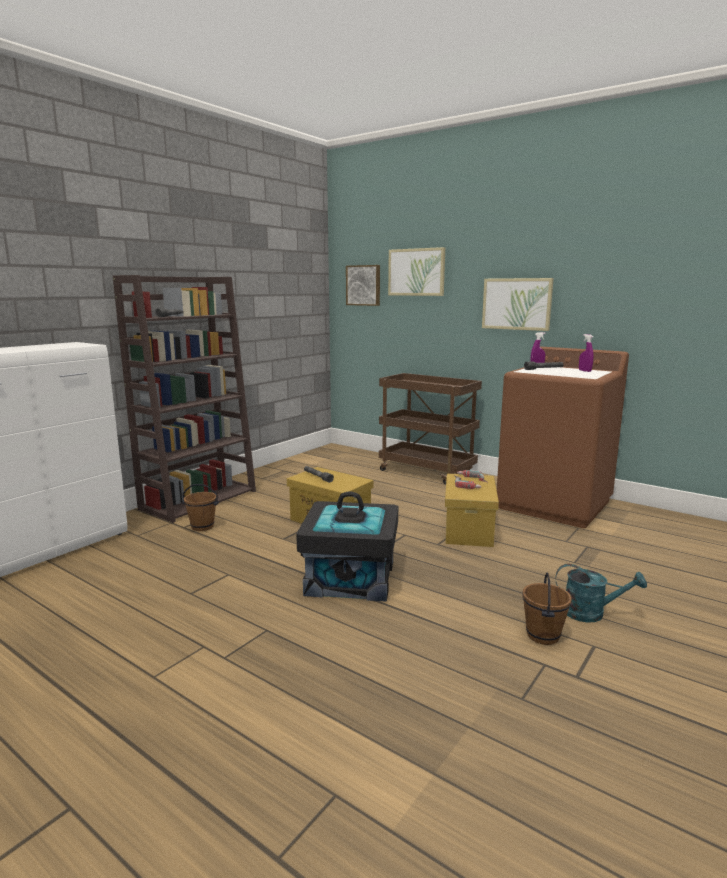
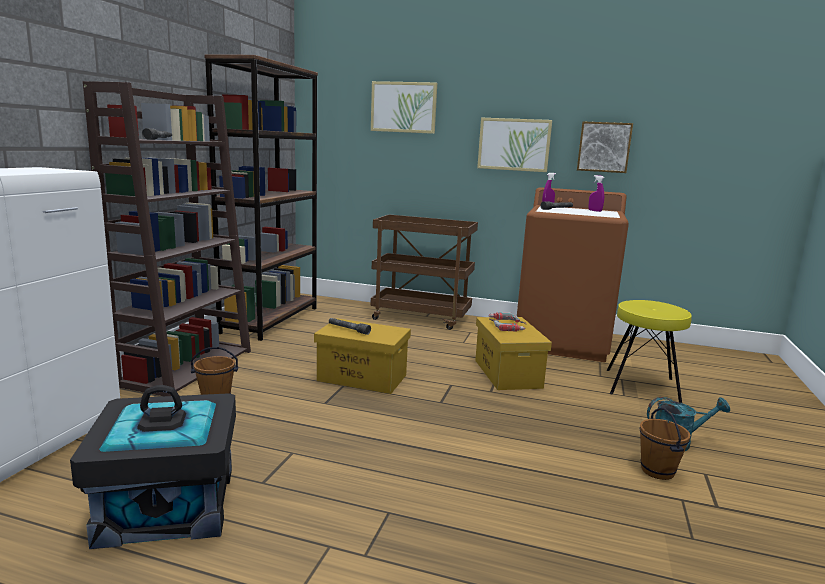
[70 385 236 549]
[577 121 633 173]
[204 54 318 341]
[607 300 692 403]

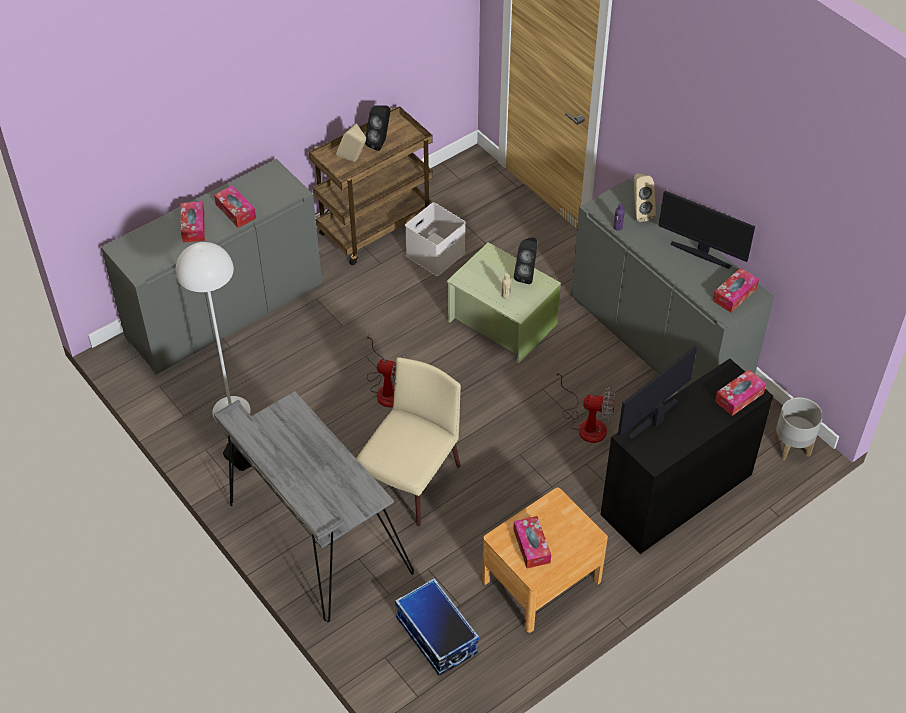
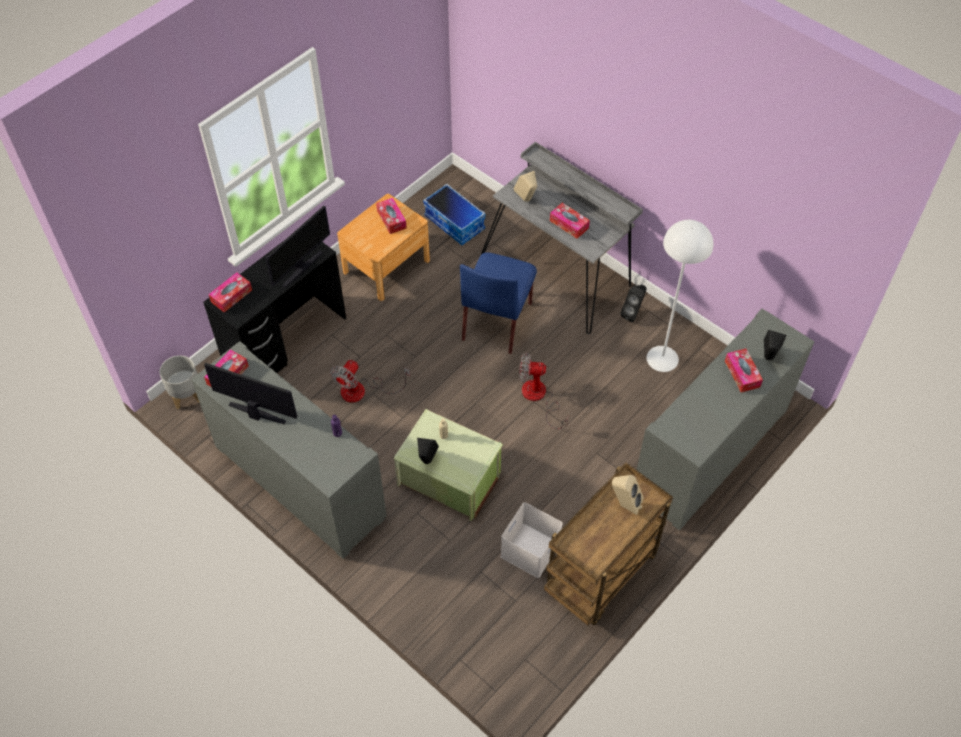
[550 203 590 239]
[460 252 537 354]
[764 330 786 360]
[330 360 410 402]
[514 171 537 202]

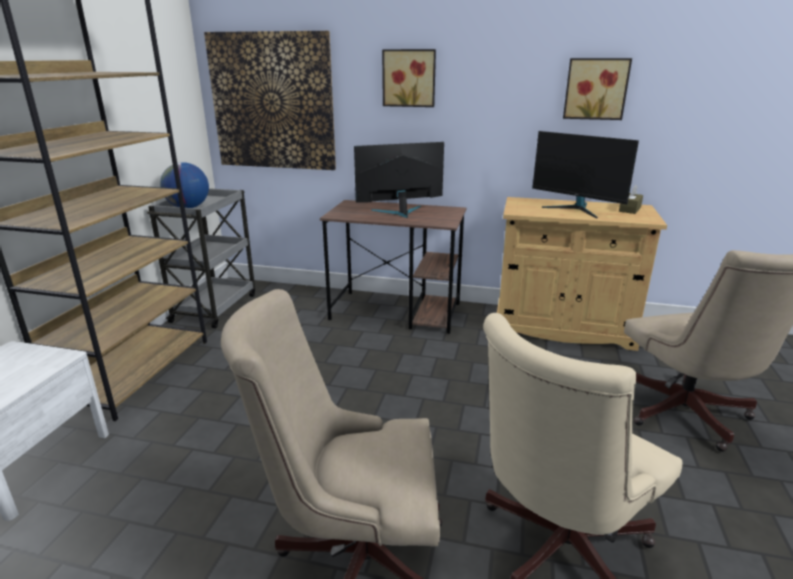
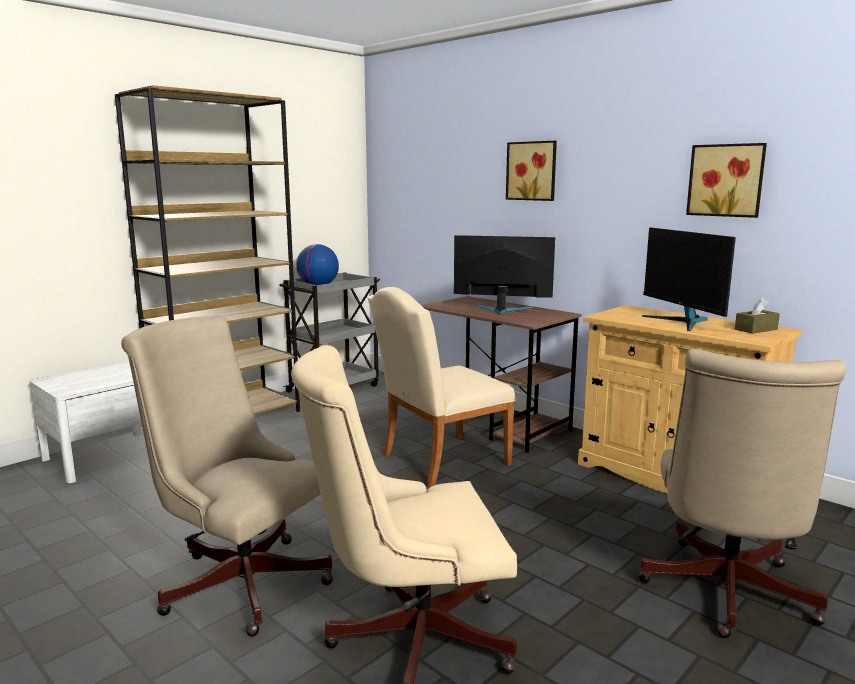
[204 31 336 170] (first image)
[368 287 515 488]

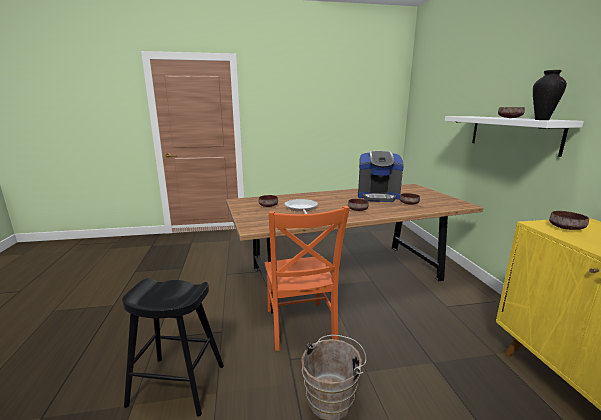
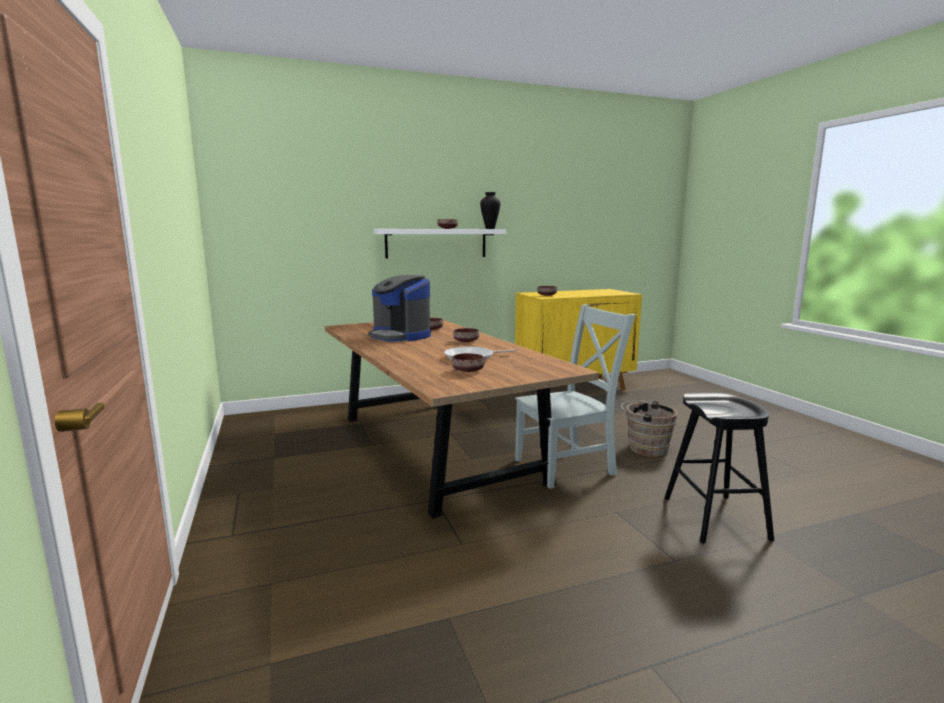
[515 304 636 489]
[368 275 431 342]

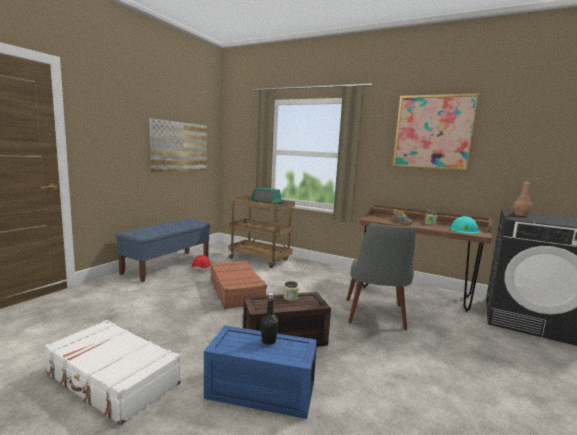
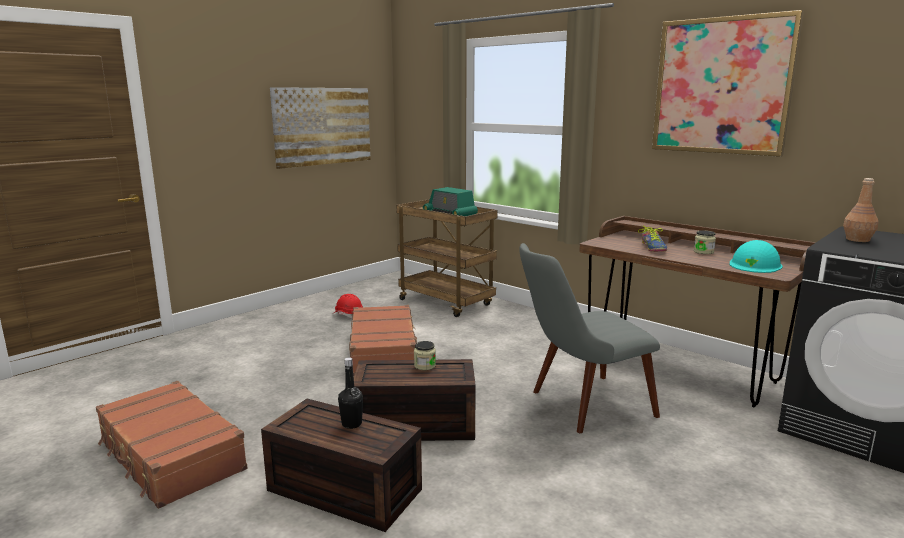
[96 381 248 509]
[115 219 210 282] (first image)
[261 399 422 532]
[519 243 660 433]

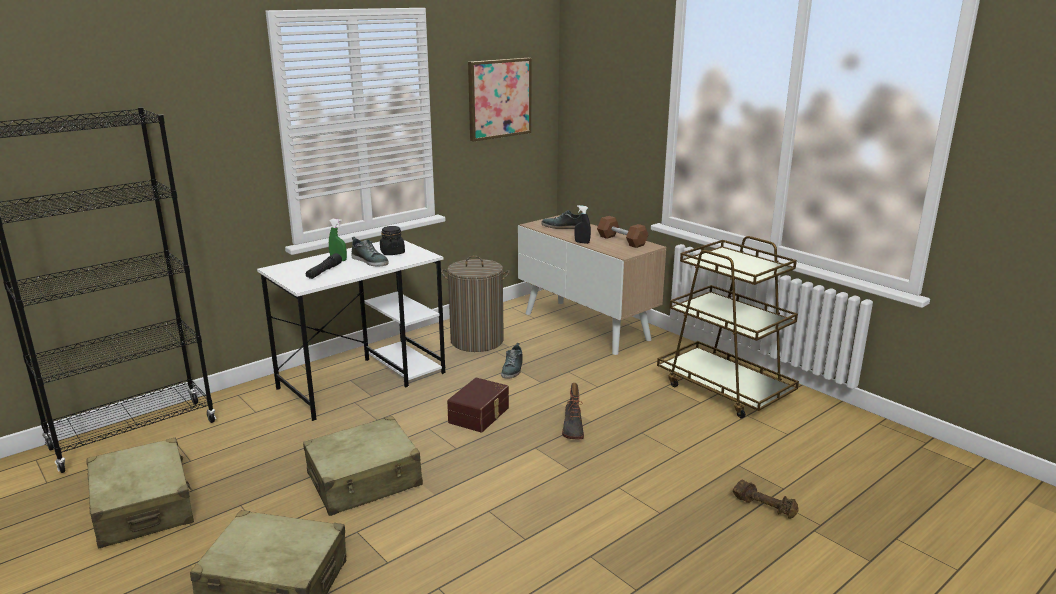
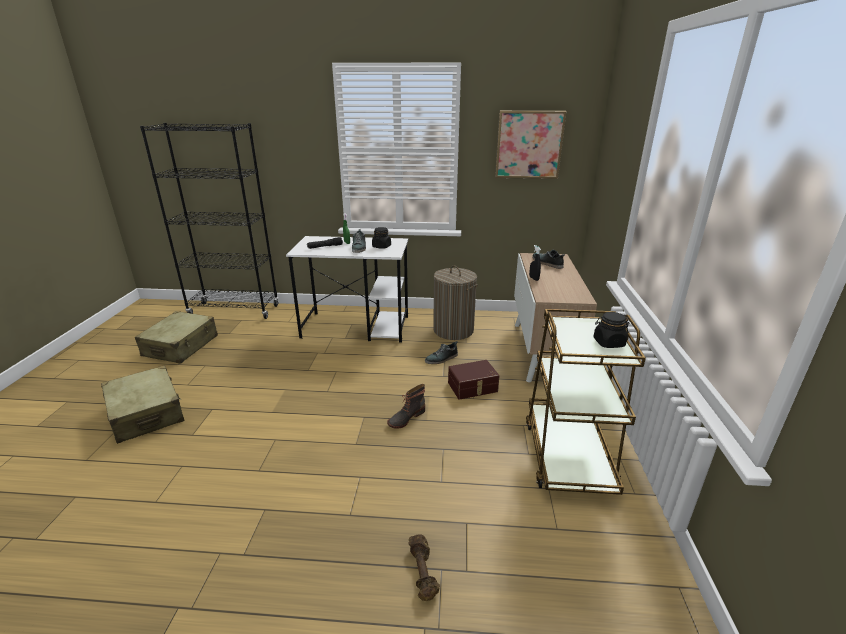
[303 416 423 516] (first image)
[448 360 500 400]
[597 216 648 248] (first image)
[593 312 629 348]

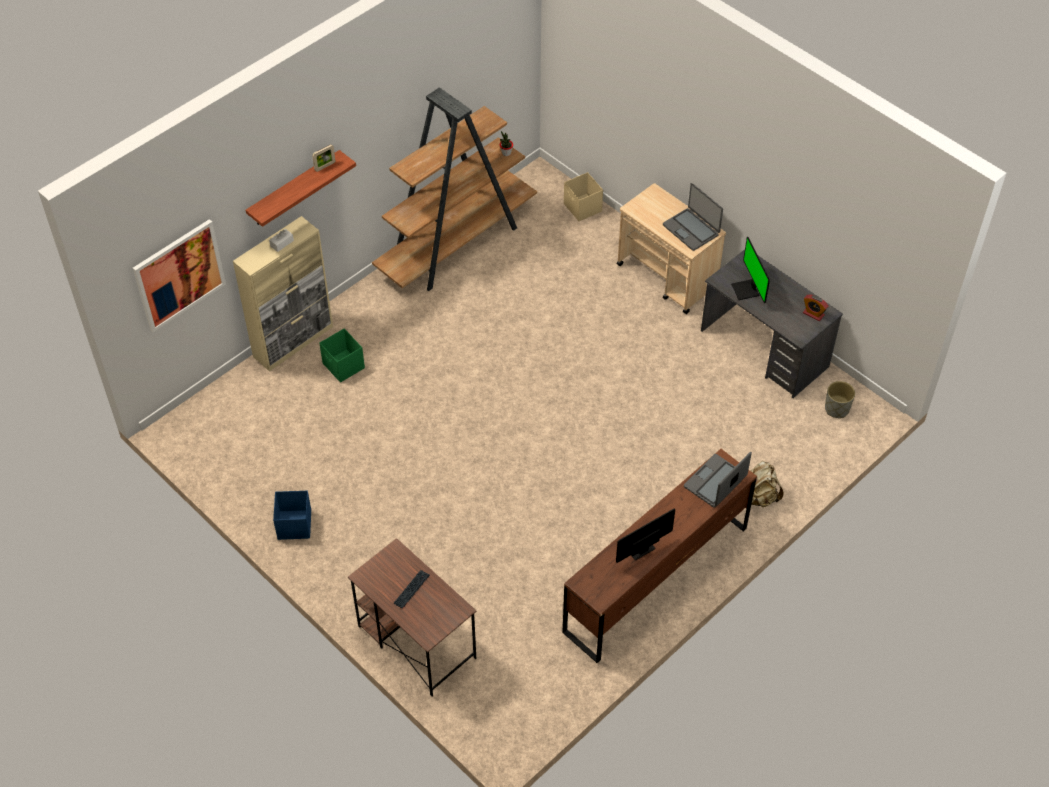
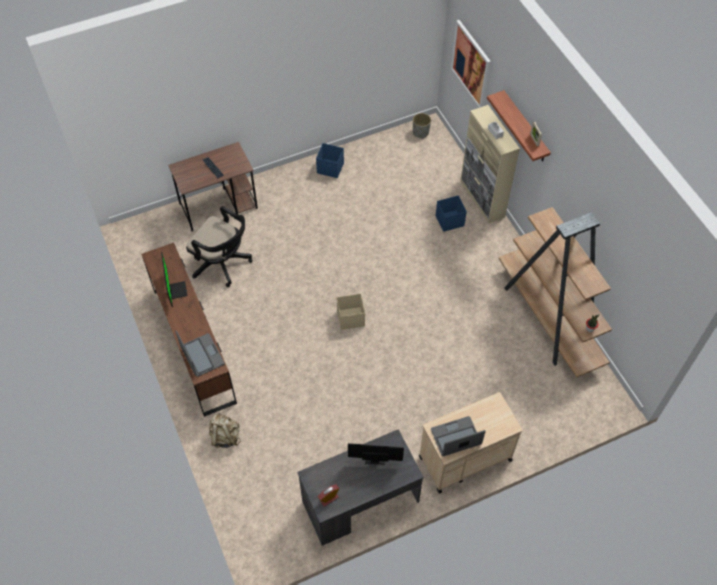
[436 195 467 232]
[337 293 365 330]
[413 113 431 138]
[186 206 252 287]

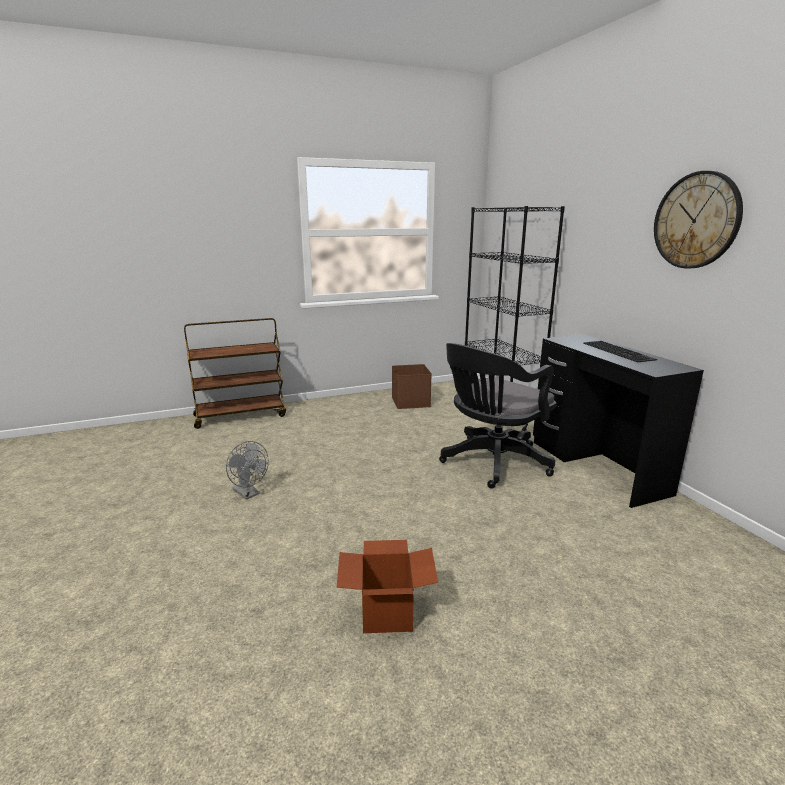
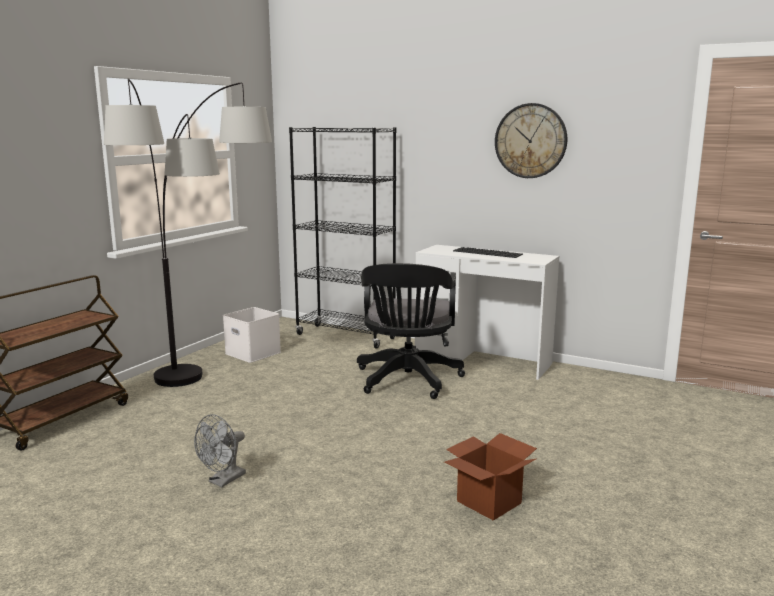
[194 414 246 487]
[223 307 281 363]
[415 245 559 380]
[104 79 272 387]

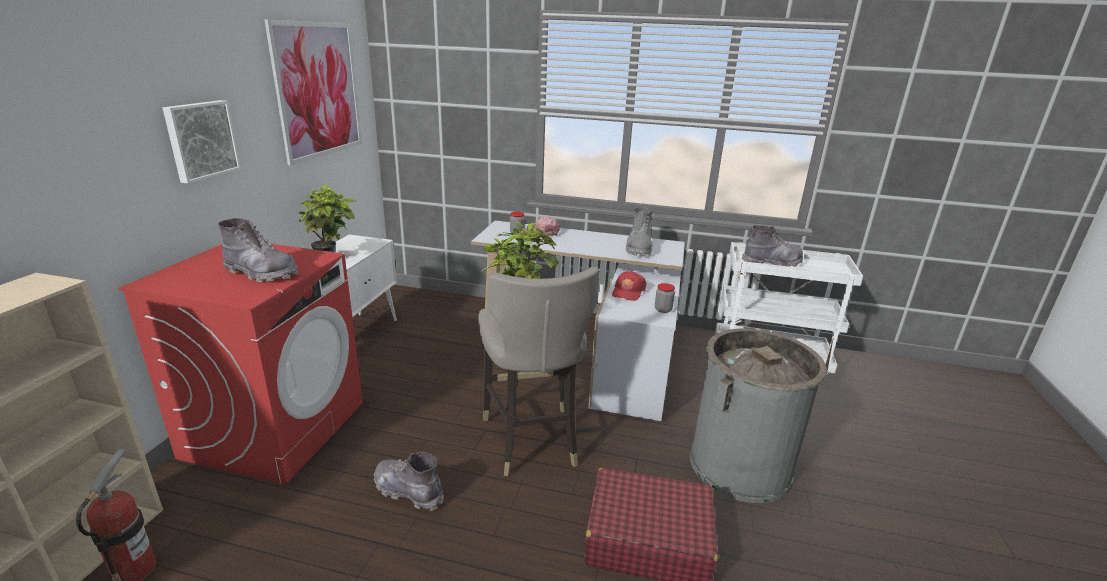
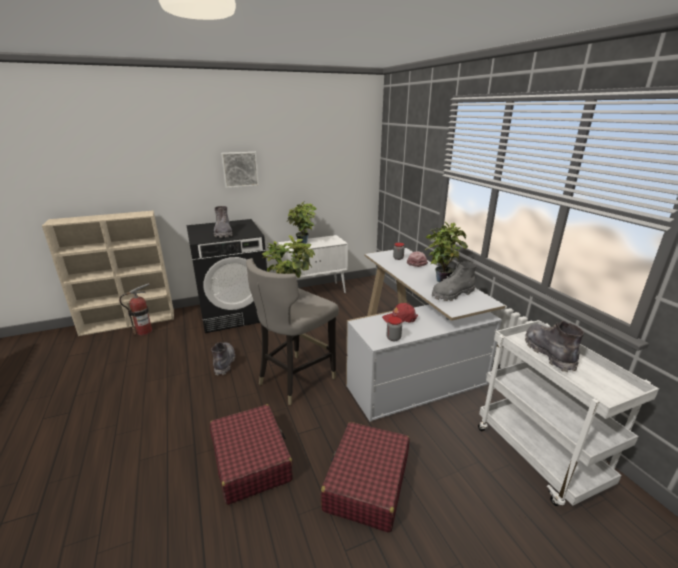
[186 219 267 333]
[264 20 362 165] (first image)
[321 422 410 533]
[525 321 584 372]
[425 222 468 282]

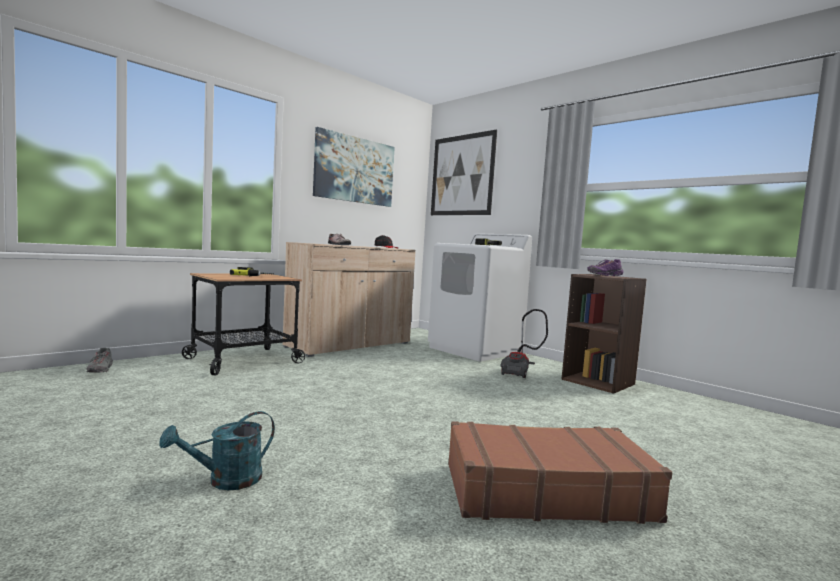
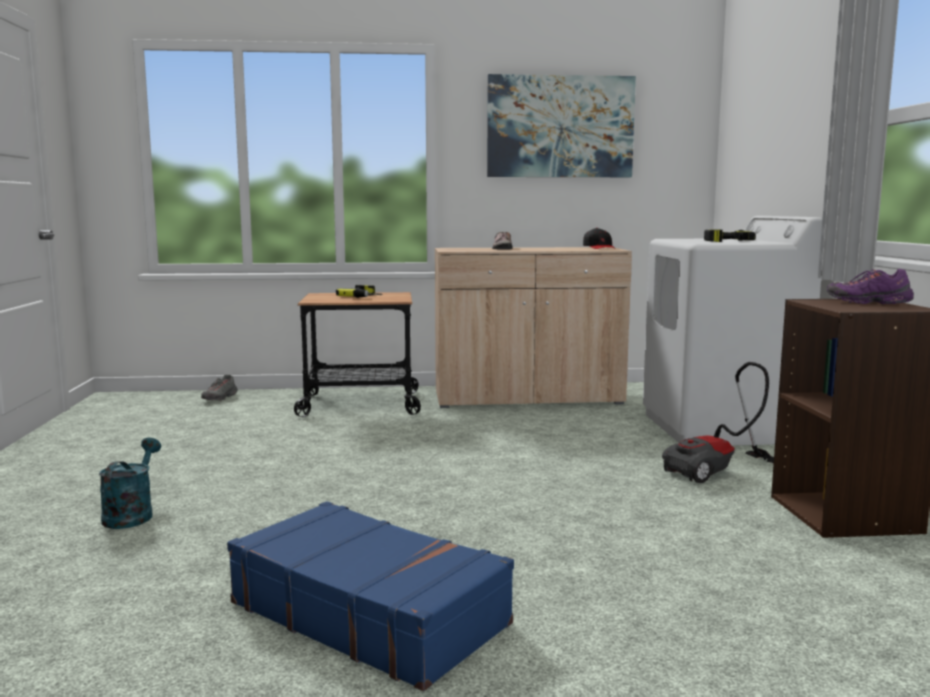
[99 437 161 529]
[431 129 497 215] (first image)
[227 501 514 691]

